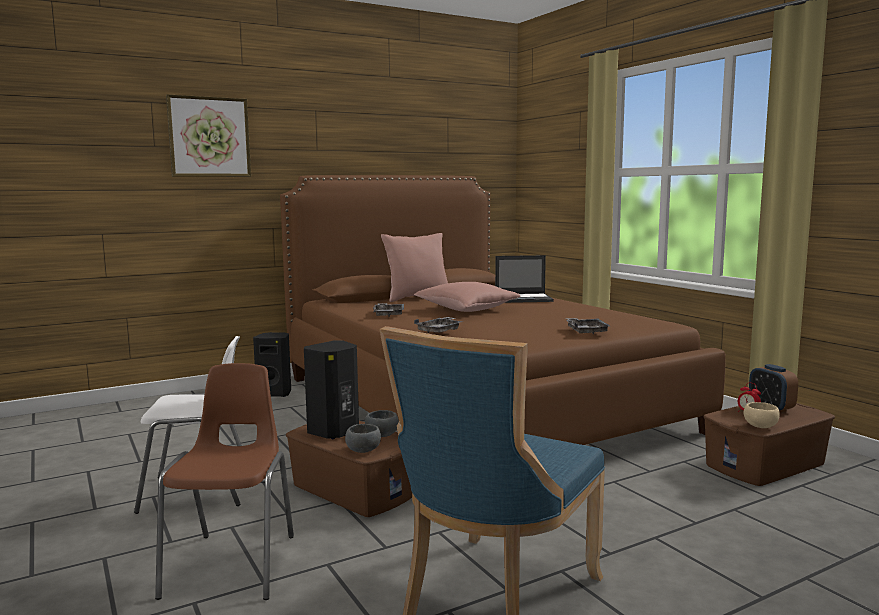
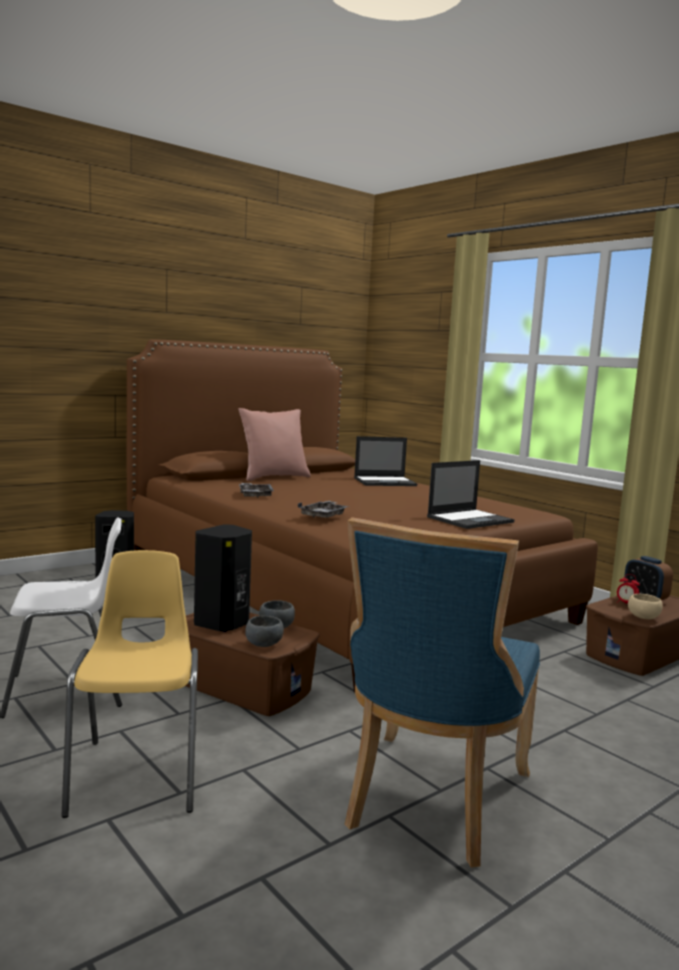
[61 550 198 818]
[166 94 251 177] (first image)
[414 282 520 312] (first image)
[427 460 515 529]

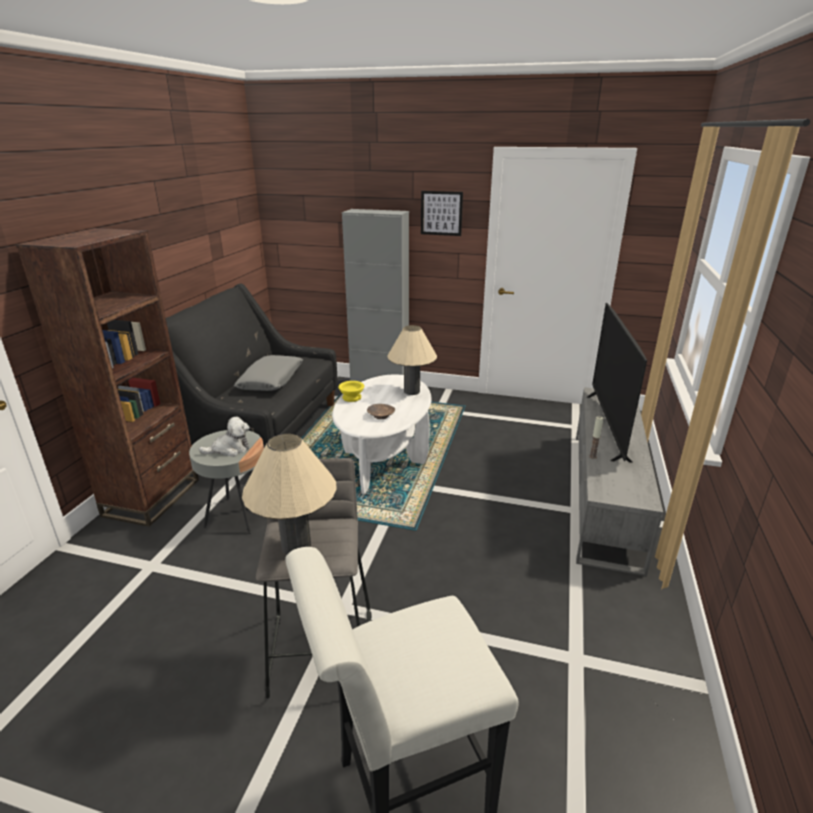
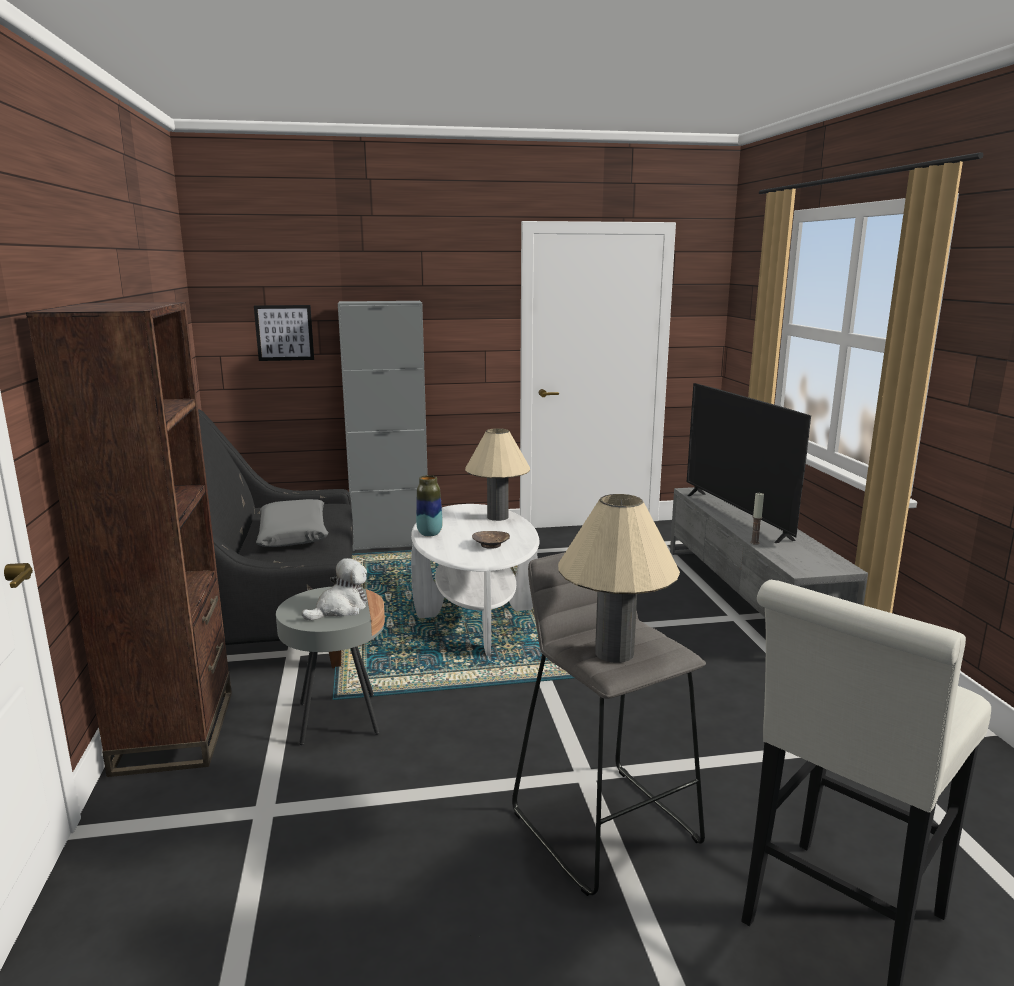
[416 475 443 536]
[254 305 314 361]

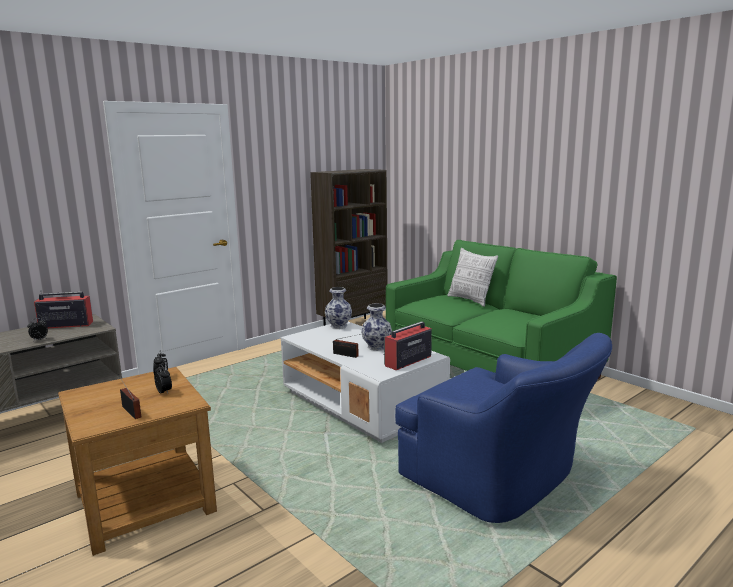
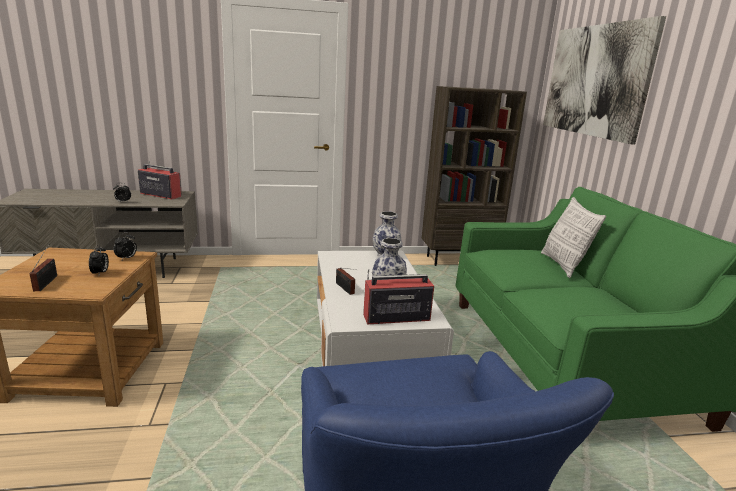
[543 16 666 144]

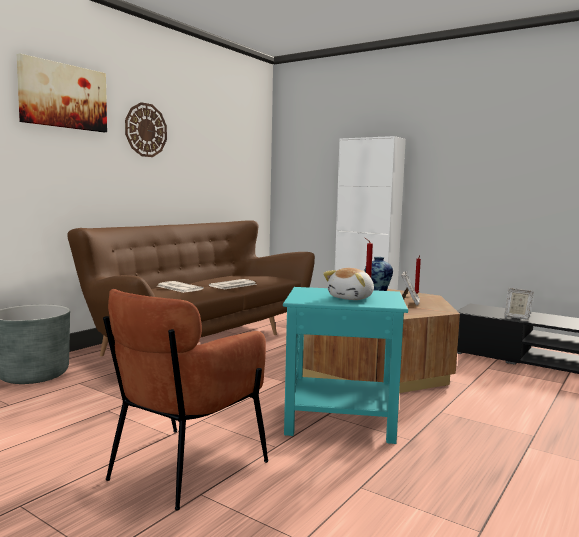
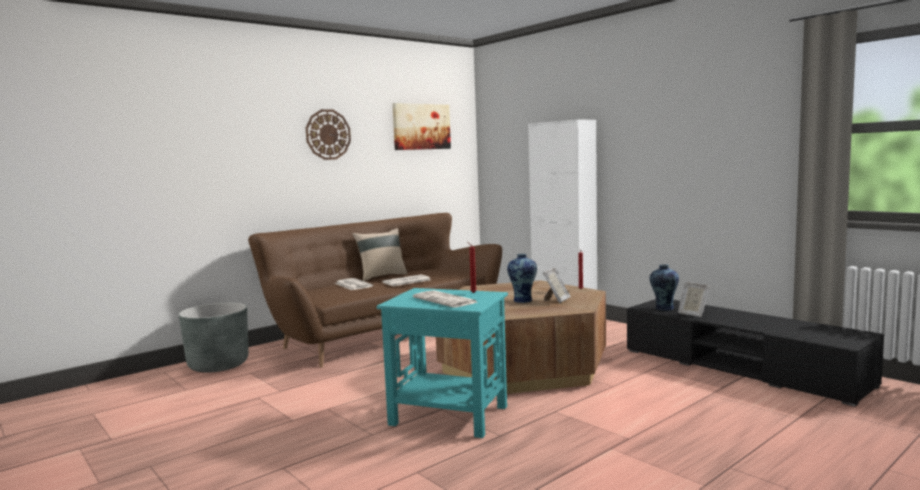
[392 103 451 150]
[103 289 269 510] (first image)
[413 290 477 308]
[352 228 407 281]
[650 264 679 311]

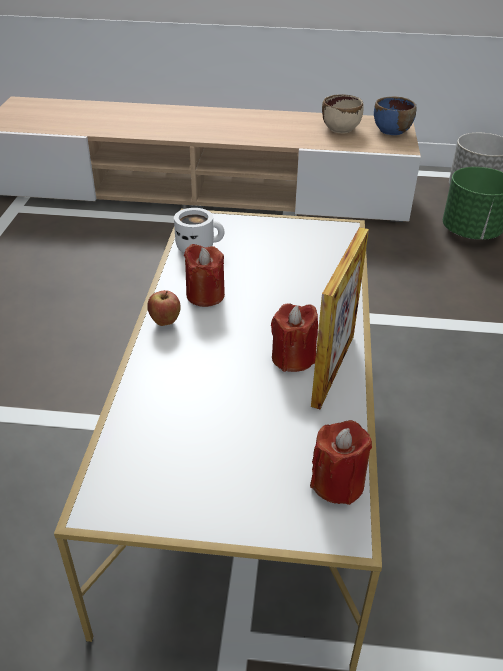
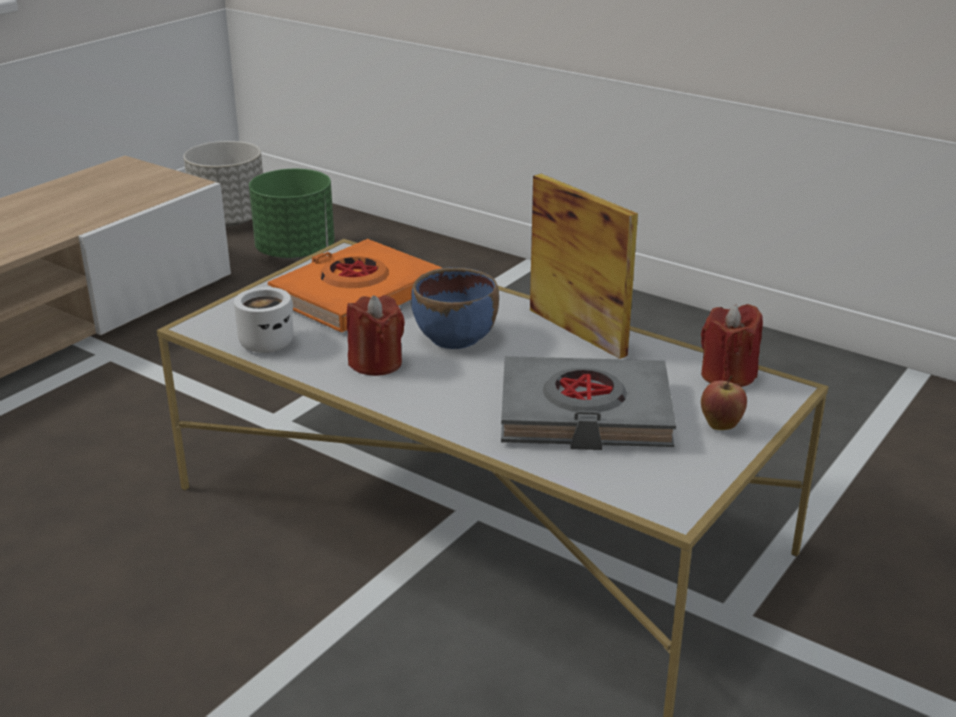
[701 376 747 430]
[271 303 318 372] (first image)
[322 94 364 133] (first image)
[411 267 499 349]
[268 239 442 332]
[501 356 676 450]

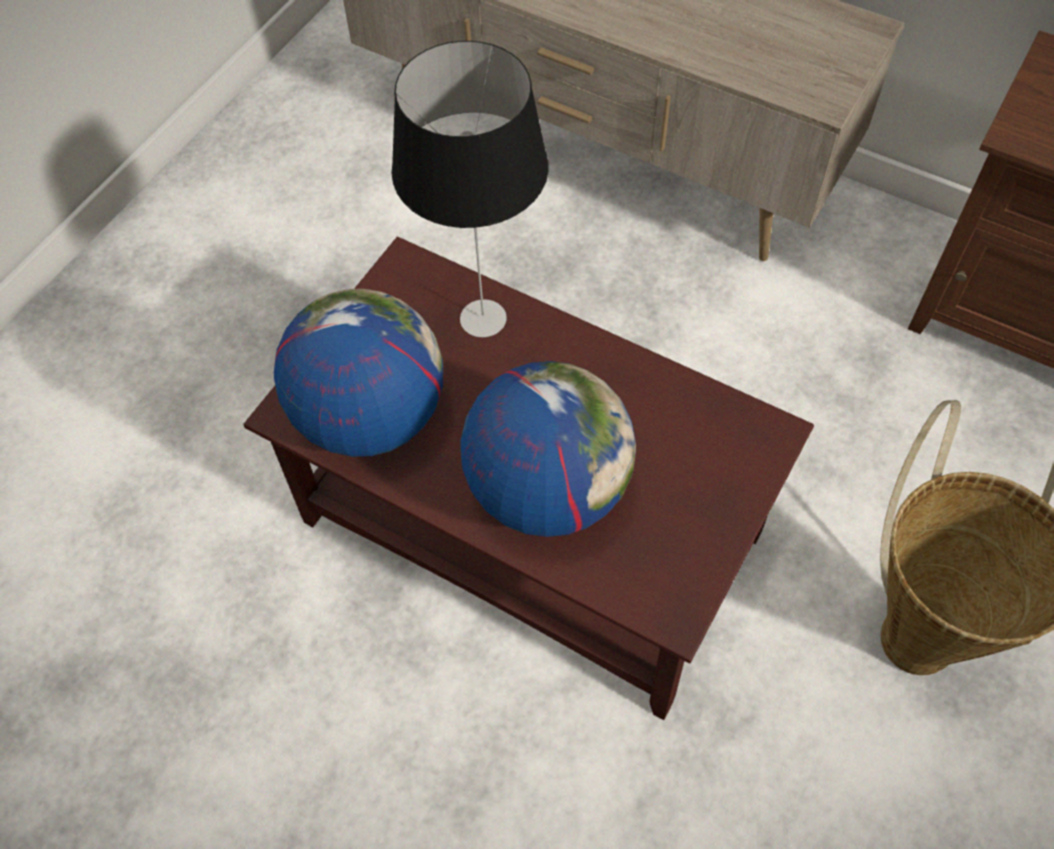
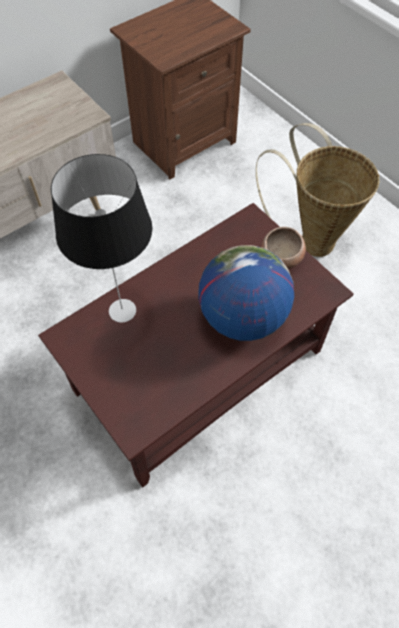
[274 289 443 457] (first image)
[261 227 306 269]

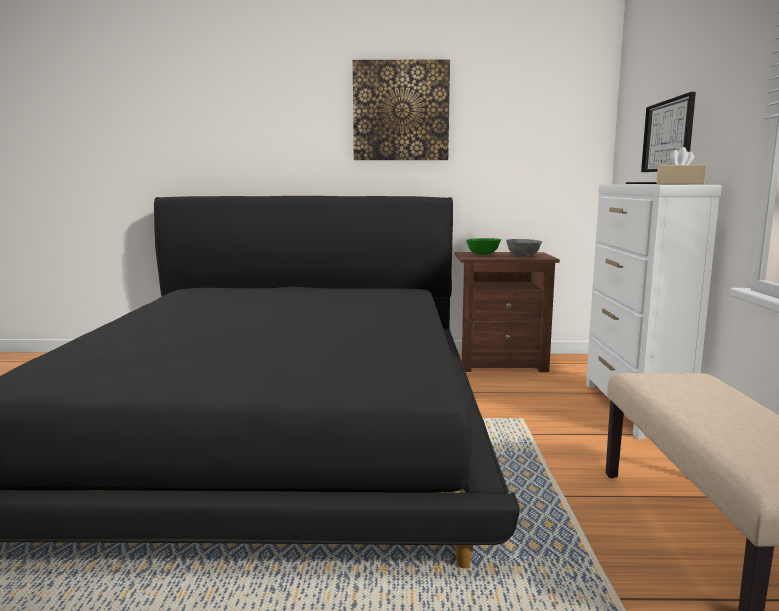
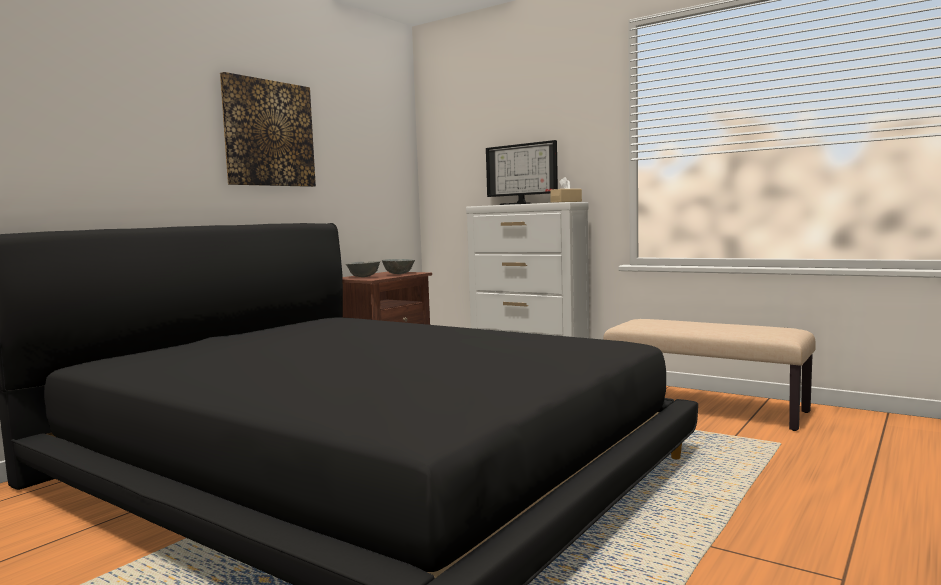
[346 261 380 277]

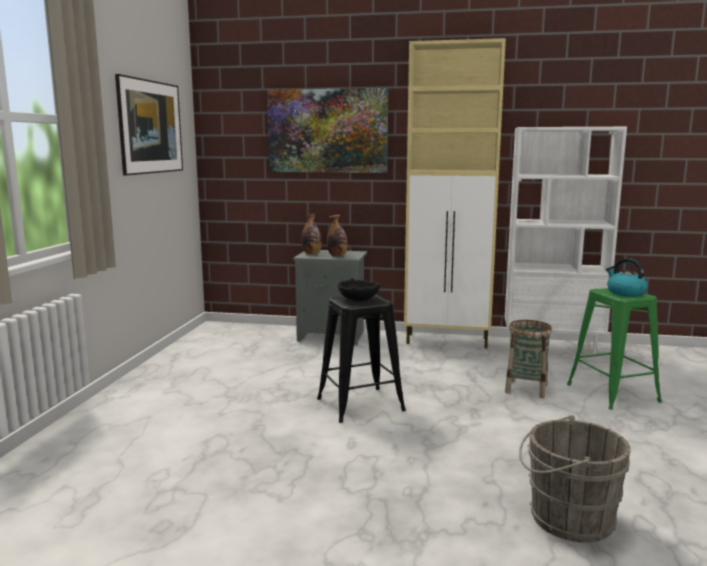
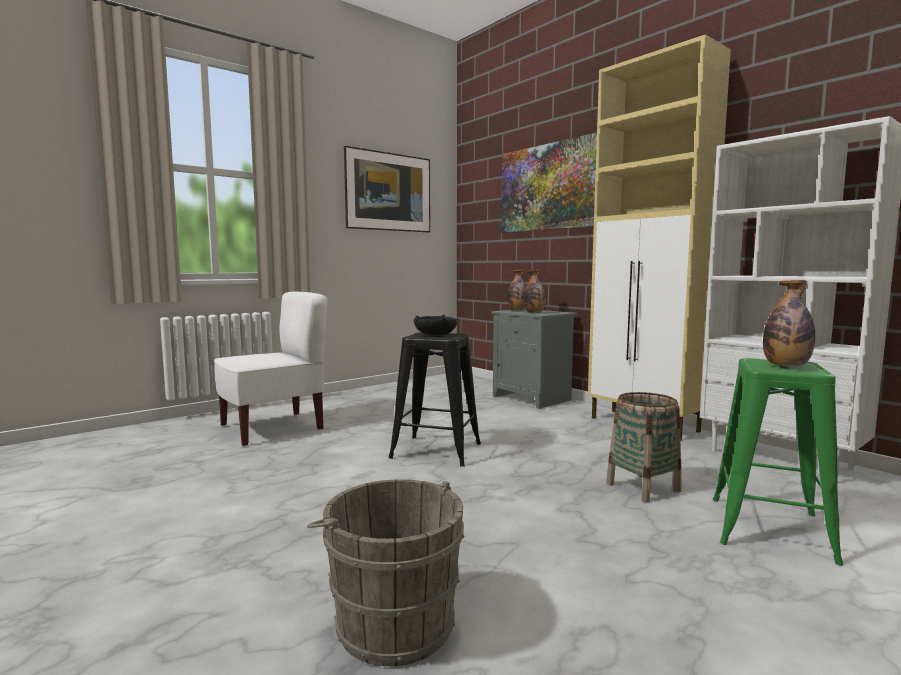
[763 280 815 367]
[214 292 327 447]

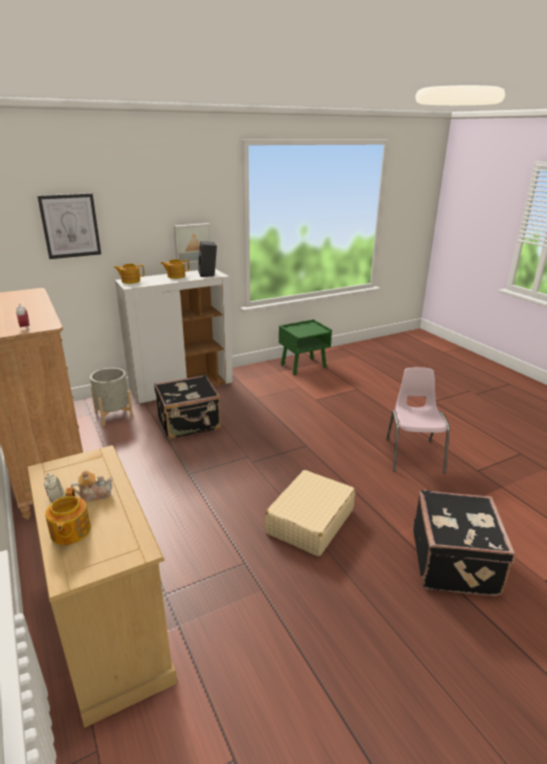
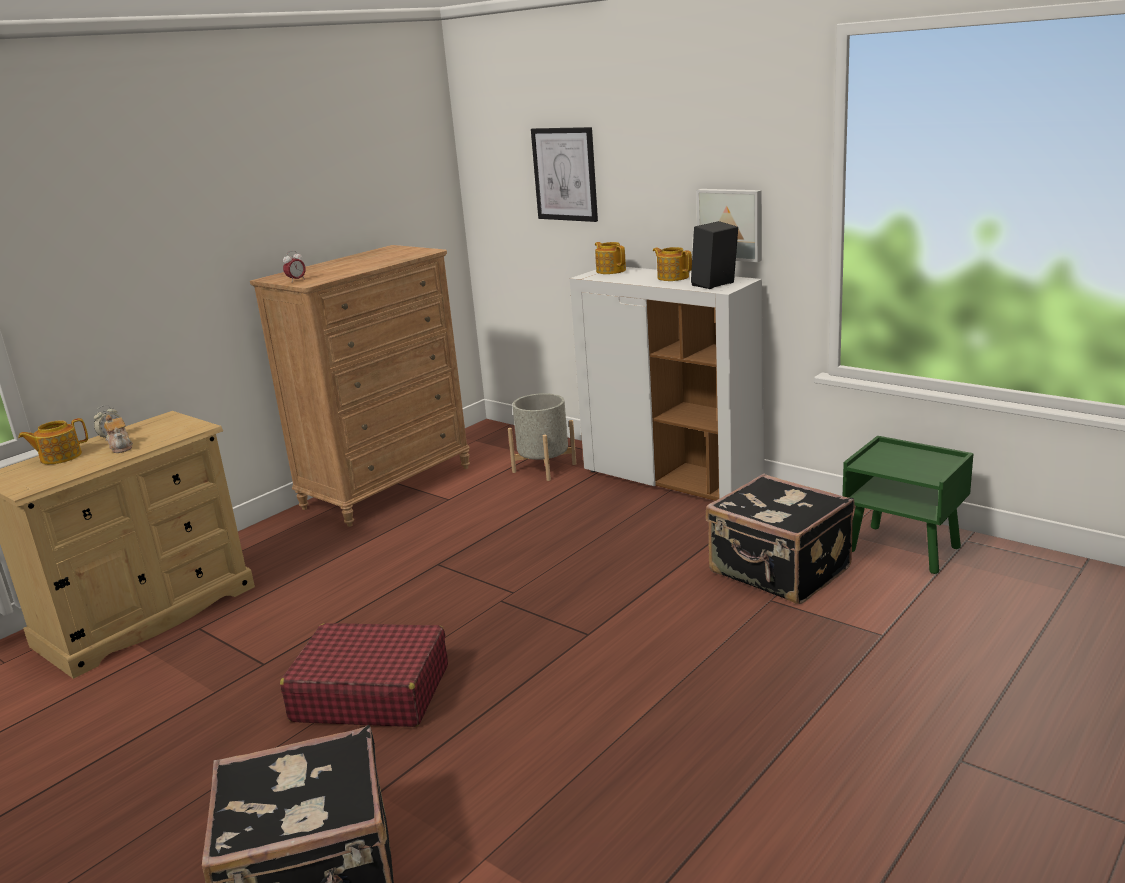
[706 474 855 604]
[280 623 448 727]
[386 367 450 473] (first image)

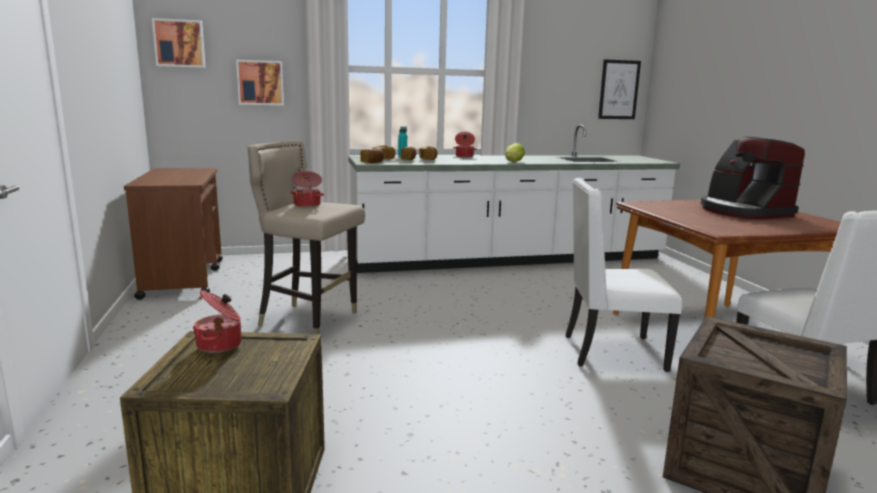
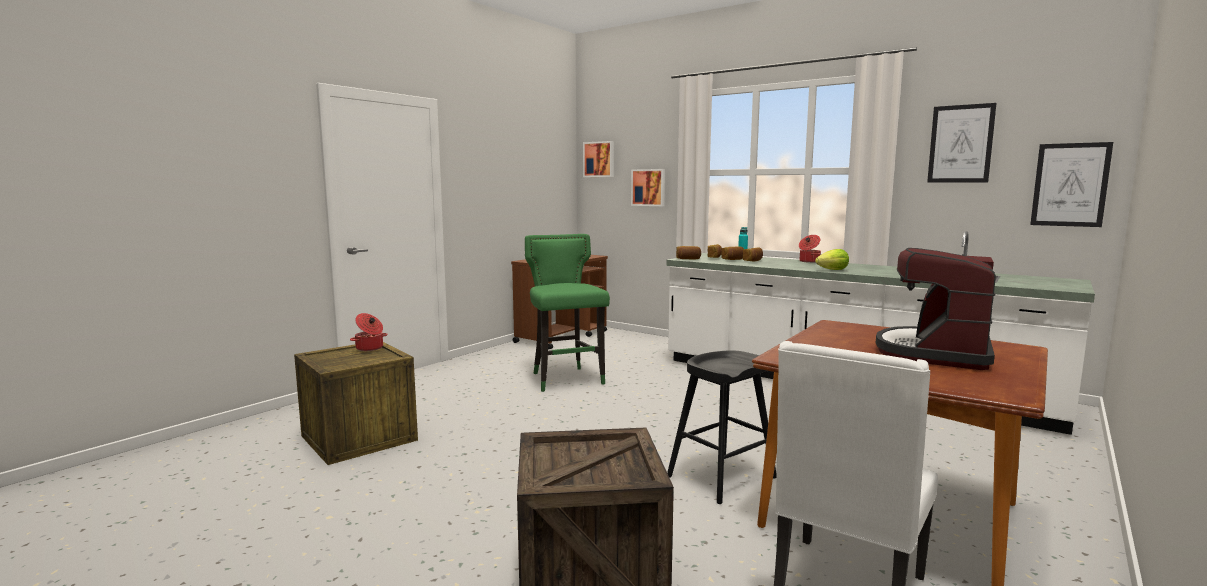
[525 234 610 392]
[290 171 325 207] (first image)
[667 350 777 504]
[927 103 996 183]

